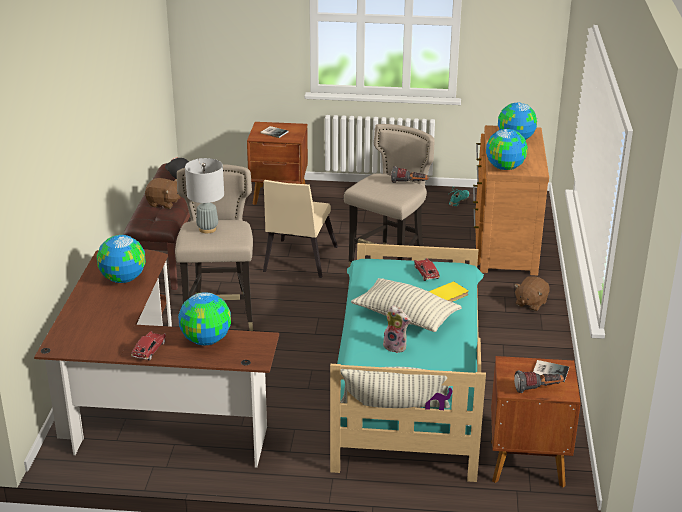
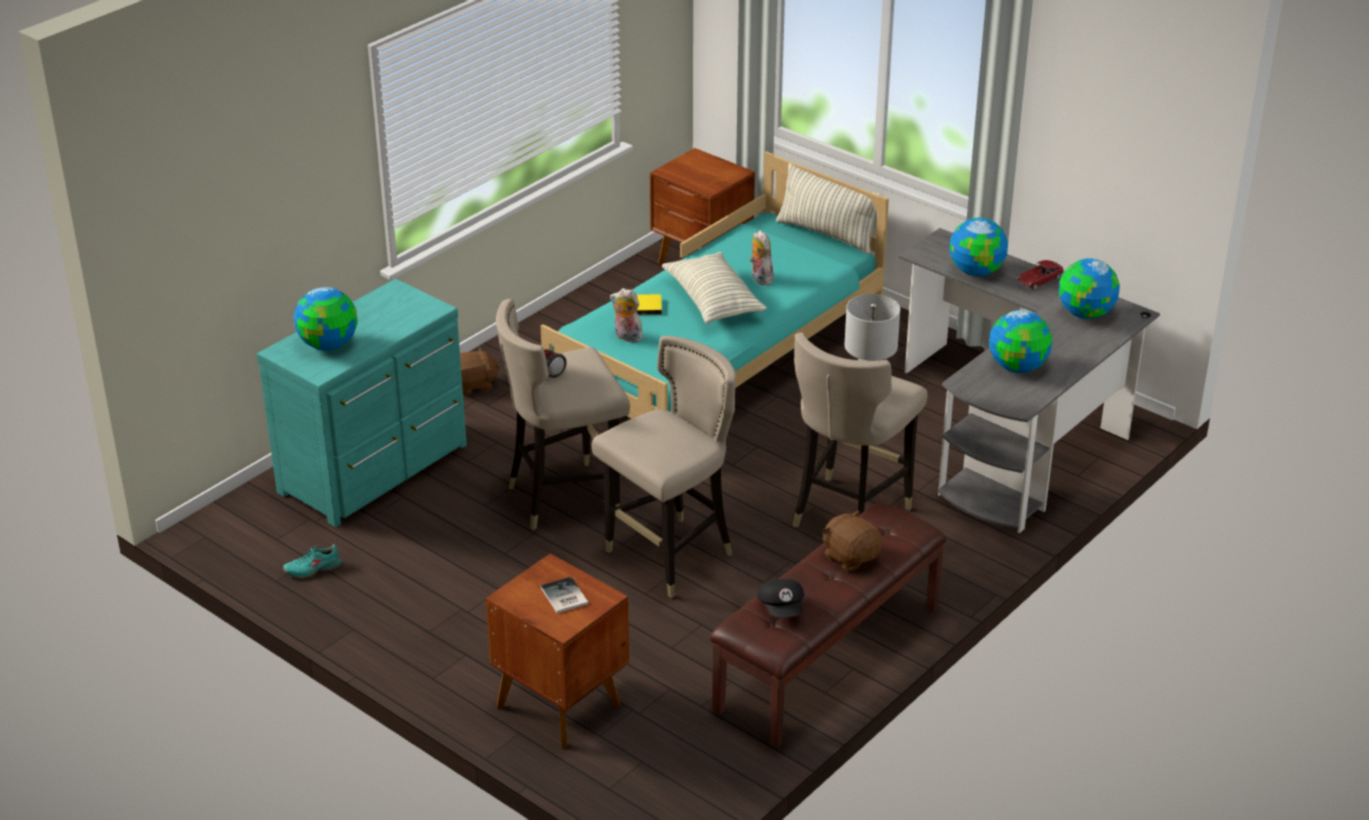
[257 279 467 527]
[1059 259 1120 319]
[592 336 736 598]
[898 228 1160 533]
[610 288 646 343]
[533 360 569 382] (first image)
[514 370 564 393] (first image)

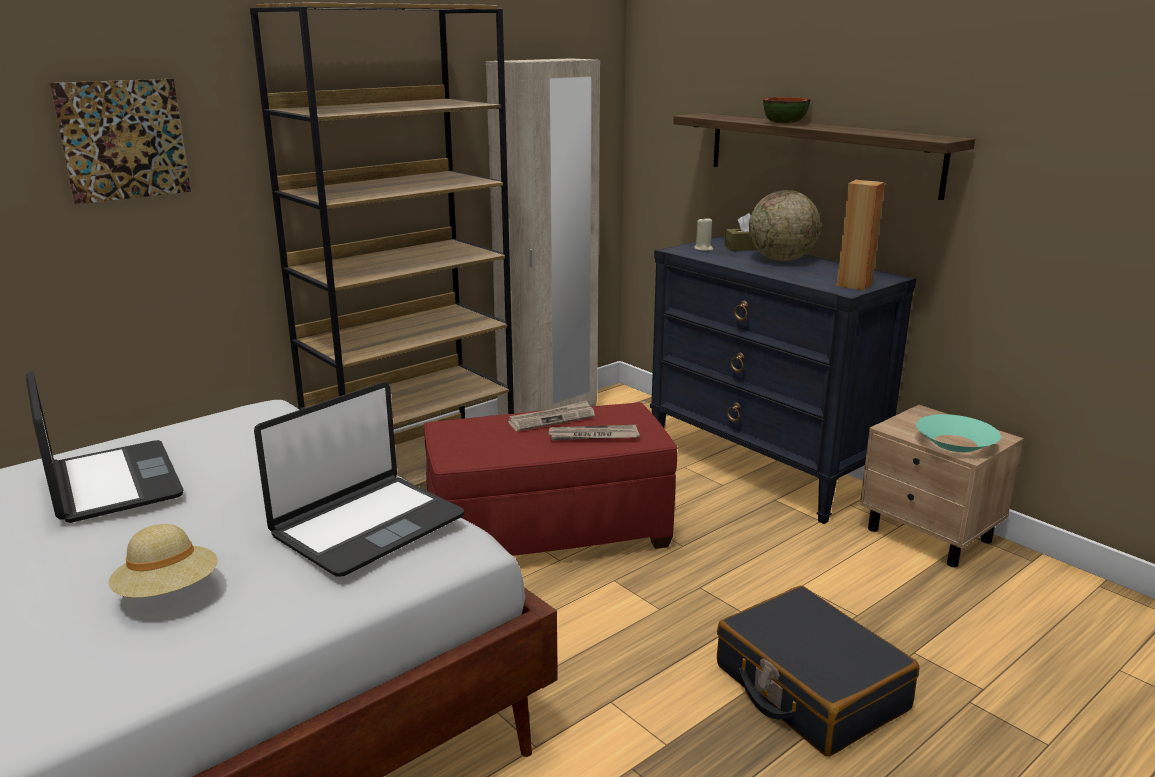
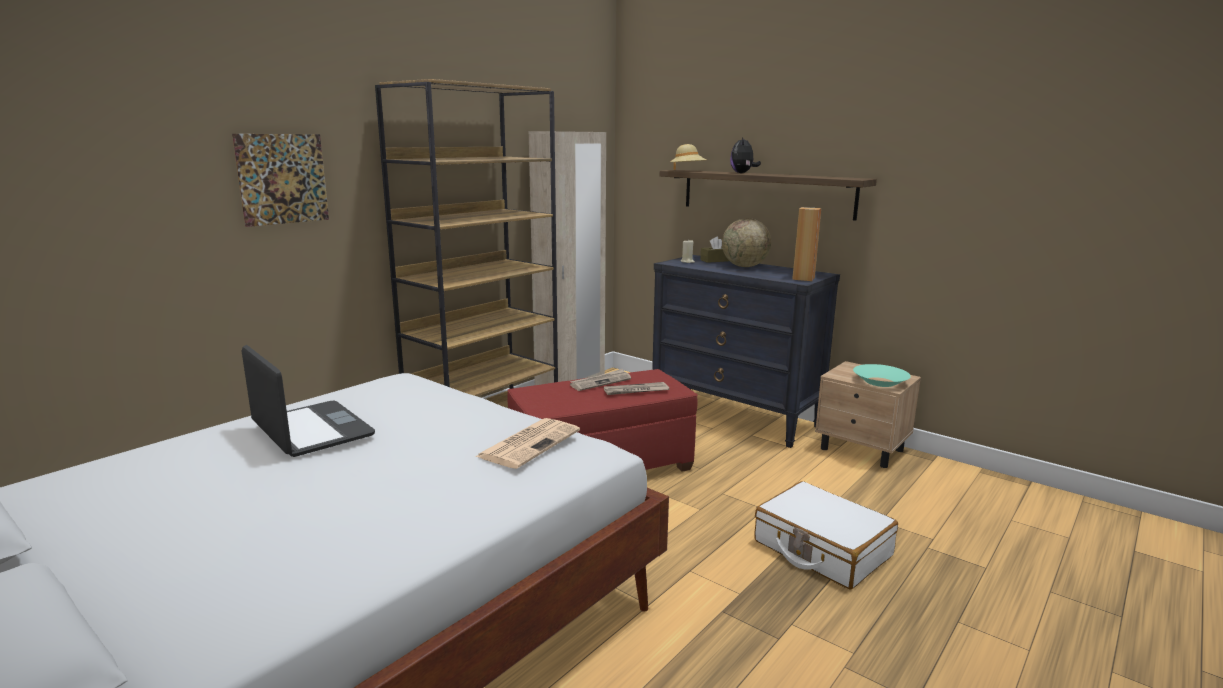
[730 137 761 173]
[475 418 580 469]
[670 144 706 170]
[754 481 898 589]

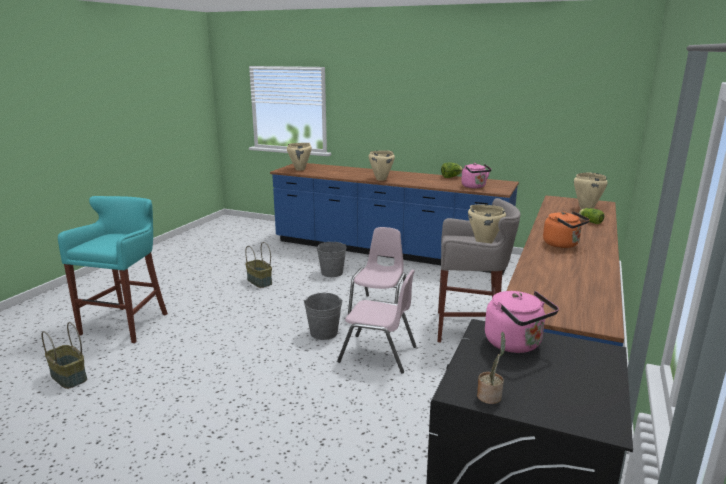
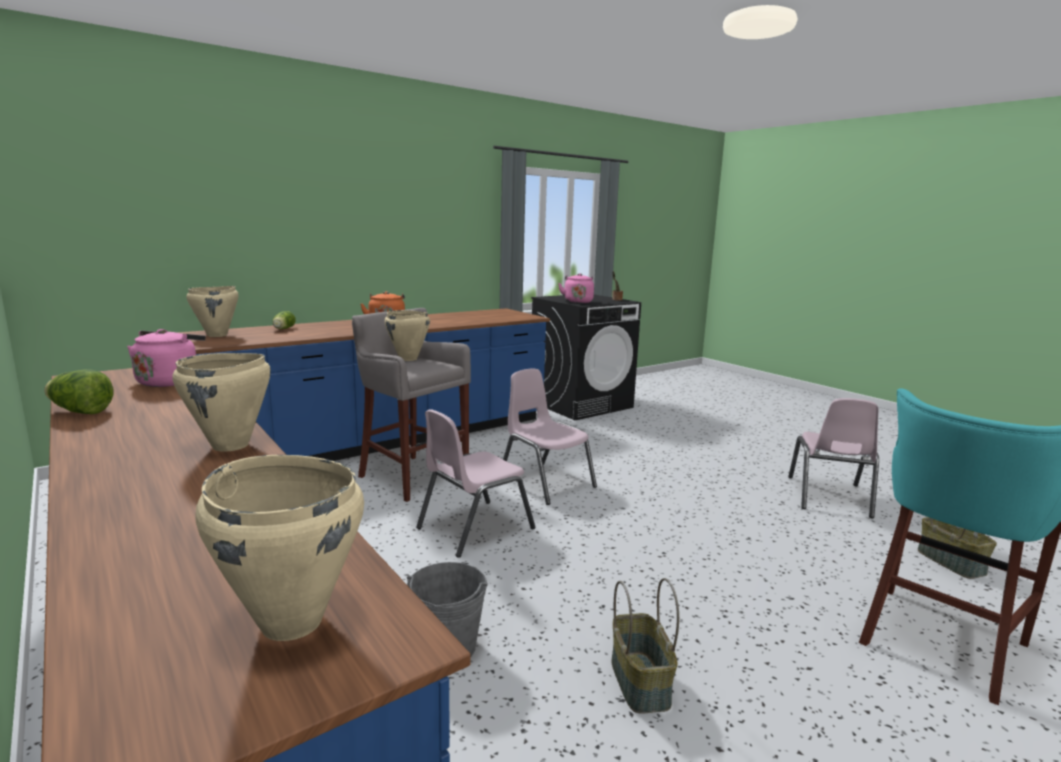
[304 292 343 340] (first image)
[788 398 879 518]

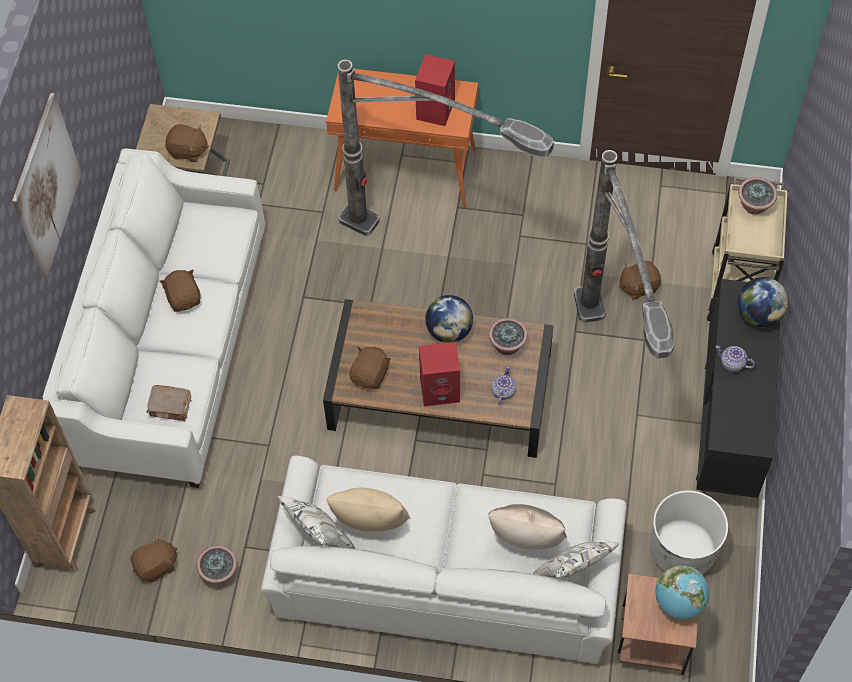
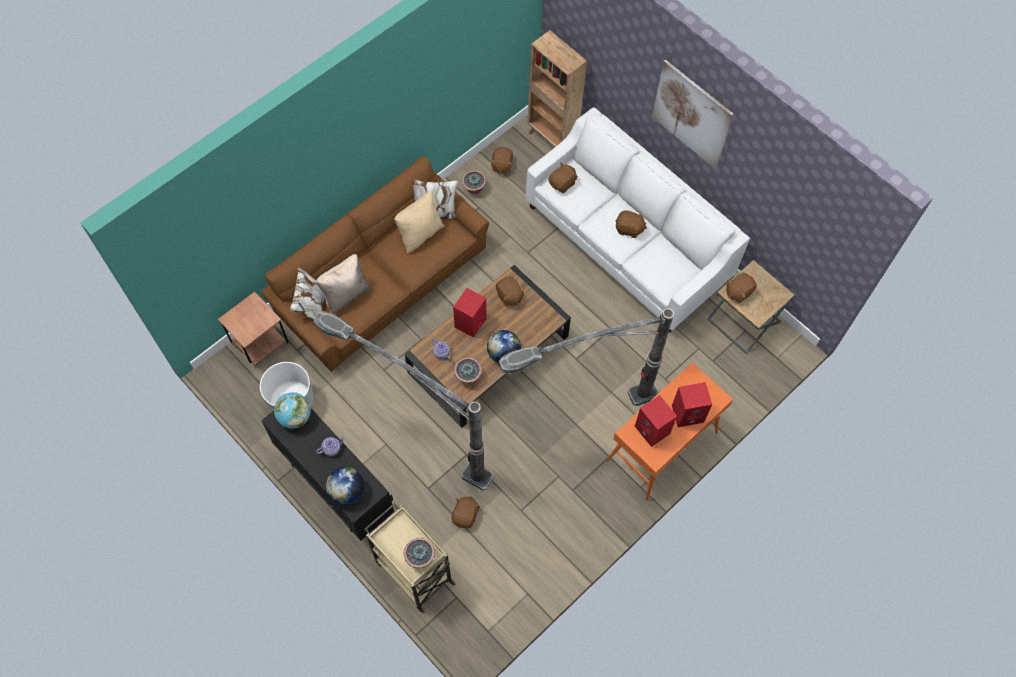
[549 162 578 193]
[261 157 489 372]
[274 393 311 429]
[672 382 712 427]

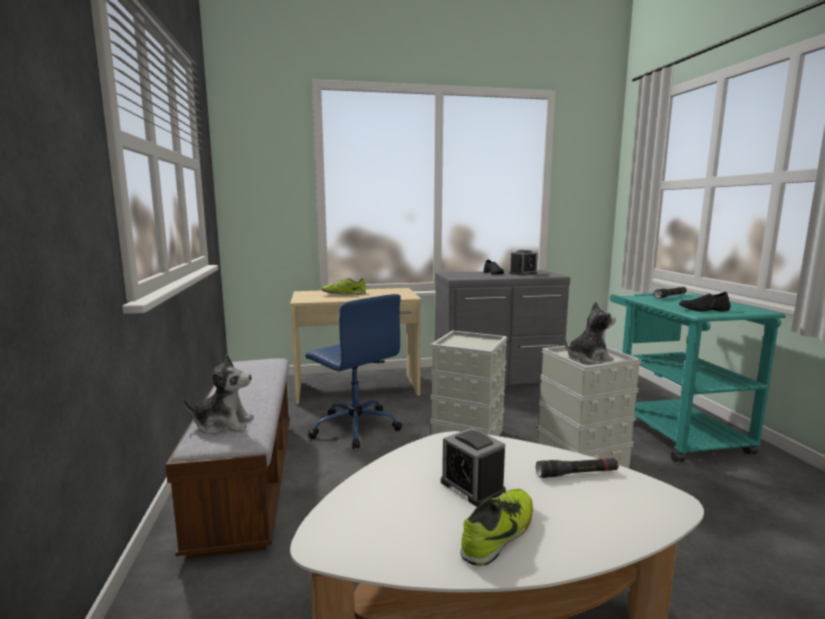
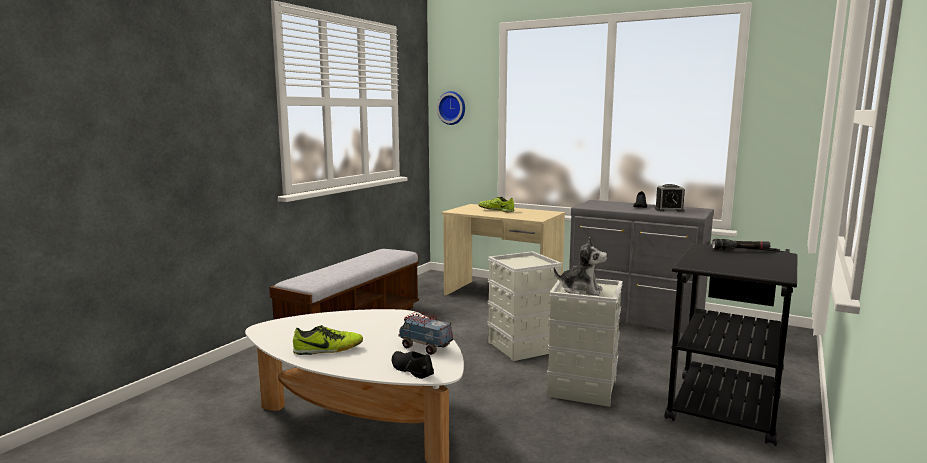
[392 351 434 379]
[664 241 798 446]
[306 294 402 449] (first image)
[183 354 254 435] (first image)
[441 428 506 507] (first image)
[399 311 453 355]
[437 91 465 125]

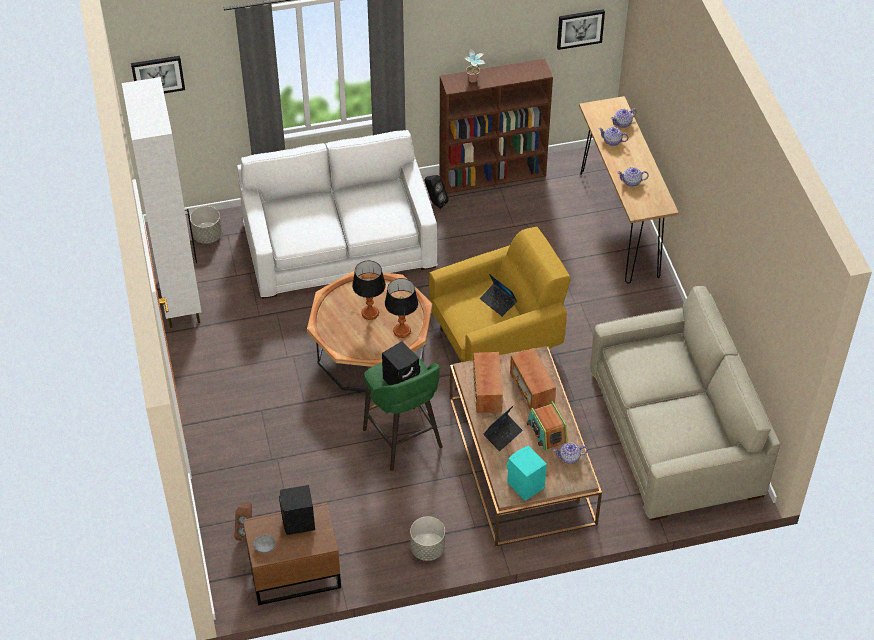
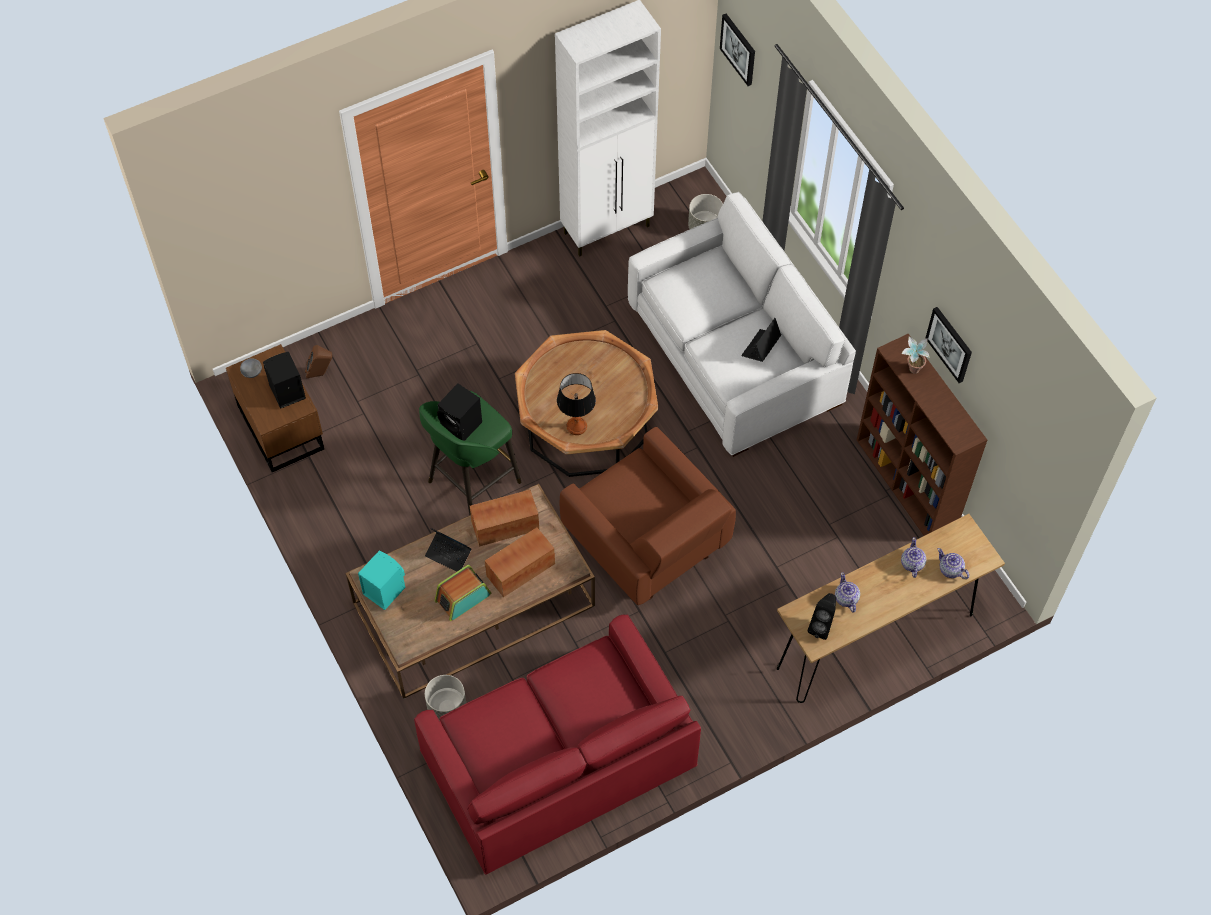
[925 307 972 383]
[808 593 836 640]
[560 427 736 605]
[352 261 386 320] (first image)
[741 318 781 362]
[414 614 701 874]
[553 442 588 464] (first image)
[425 675 466 721]

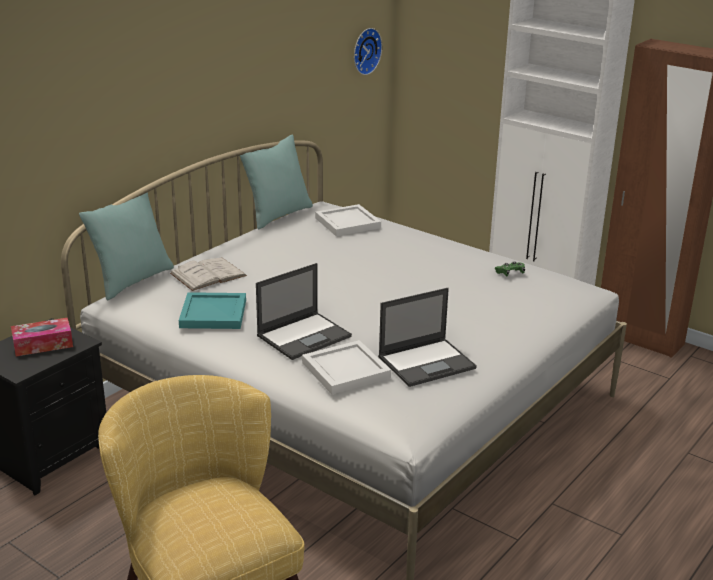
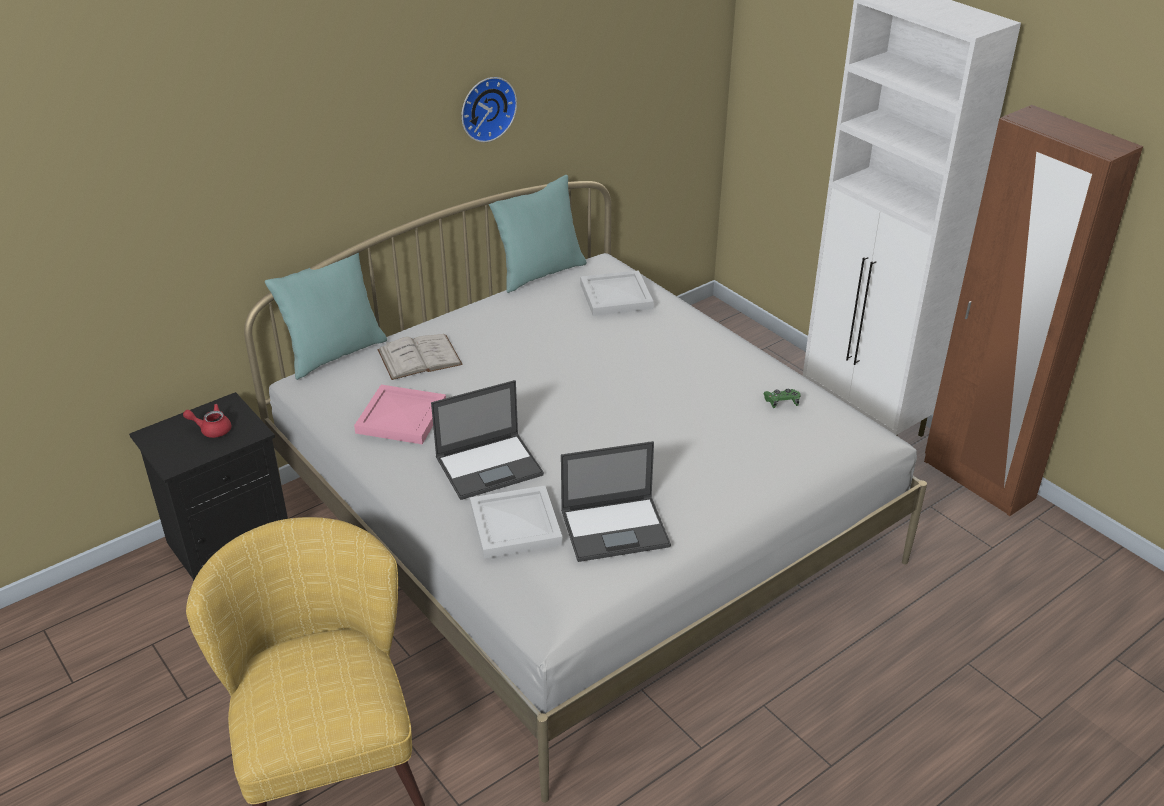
[462 77 517 142]
[354 385 446 444]
[183 404 231 438]

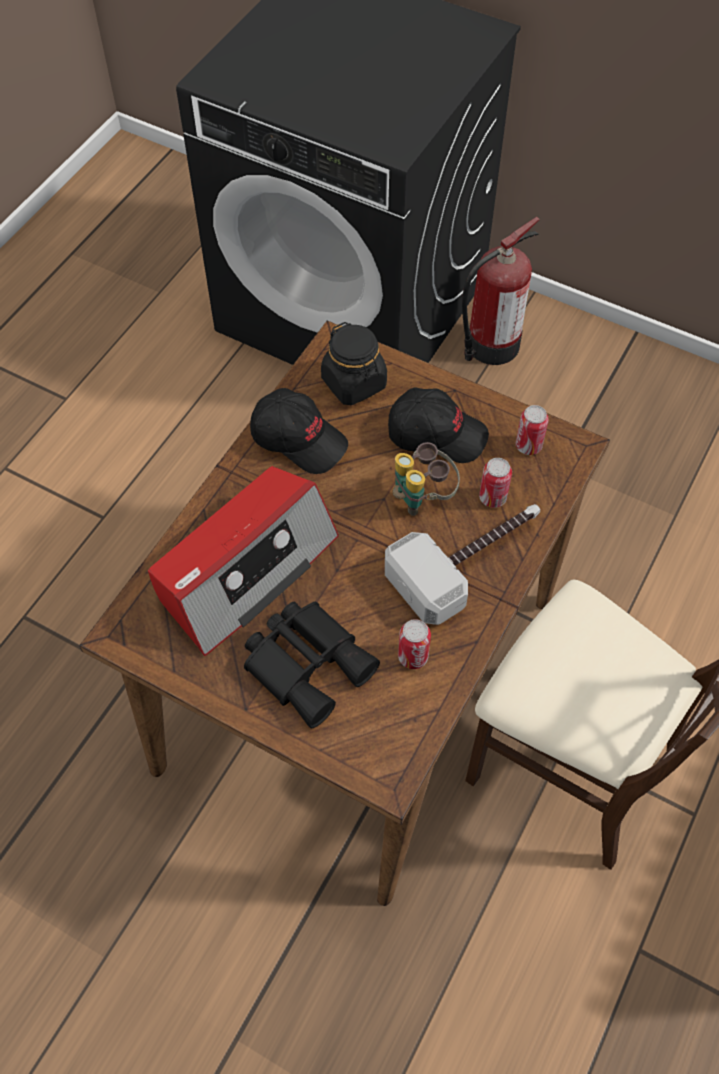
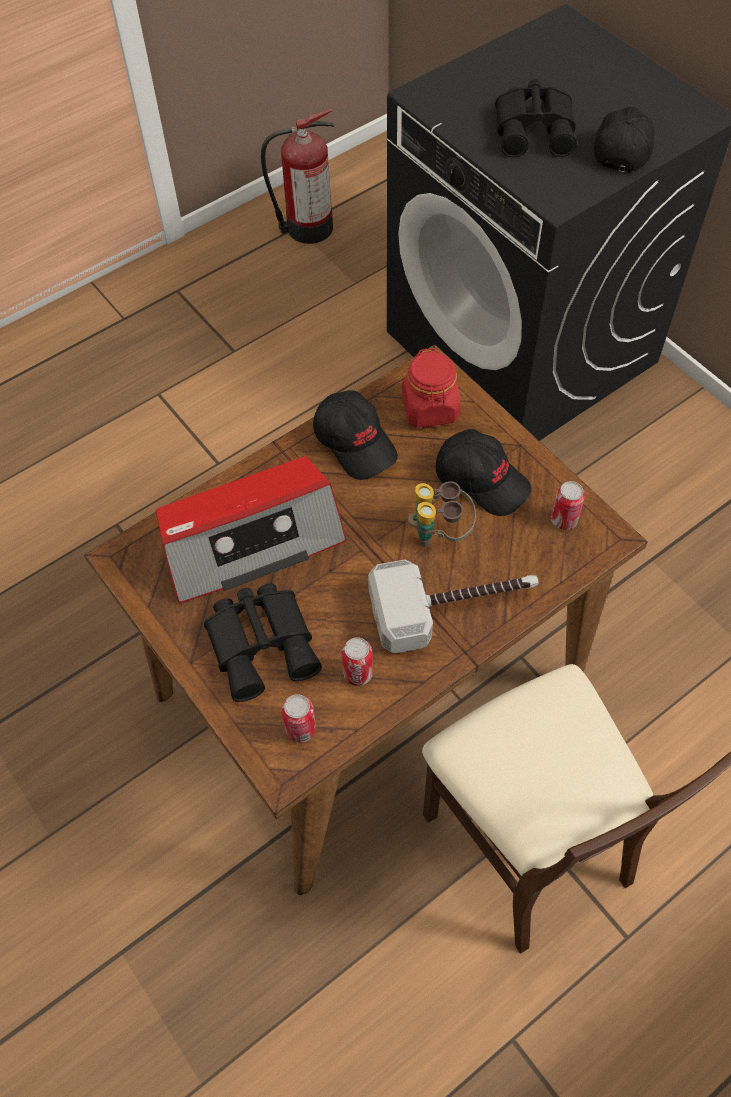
[261 108 334 244]
[402 348 460 428]
[282 694 316 742]
[495 79 577 157]
[594 106 654 172]

